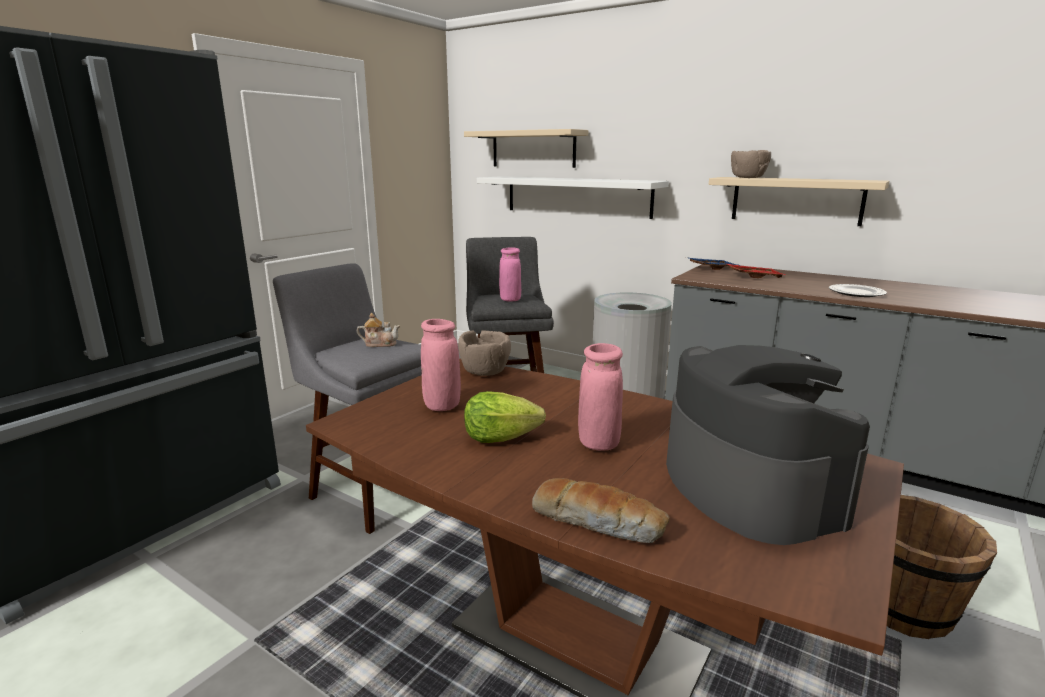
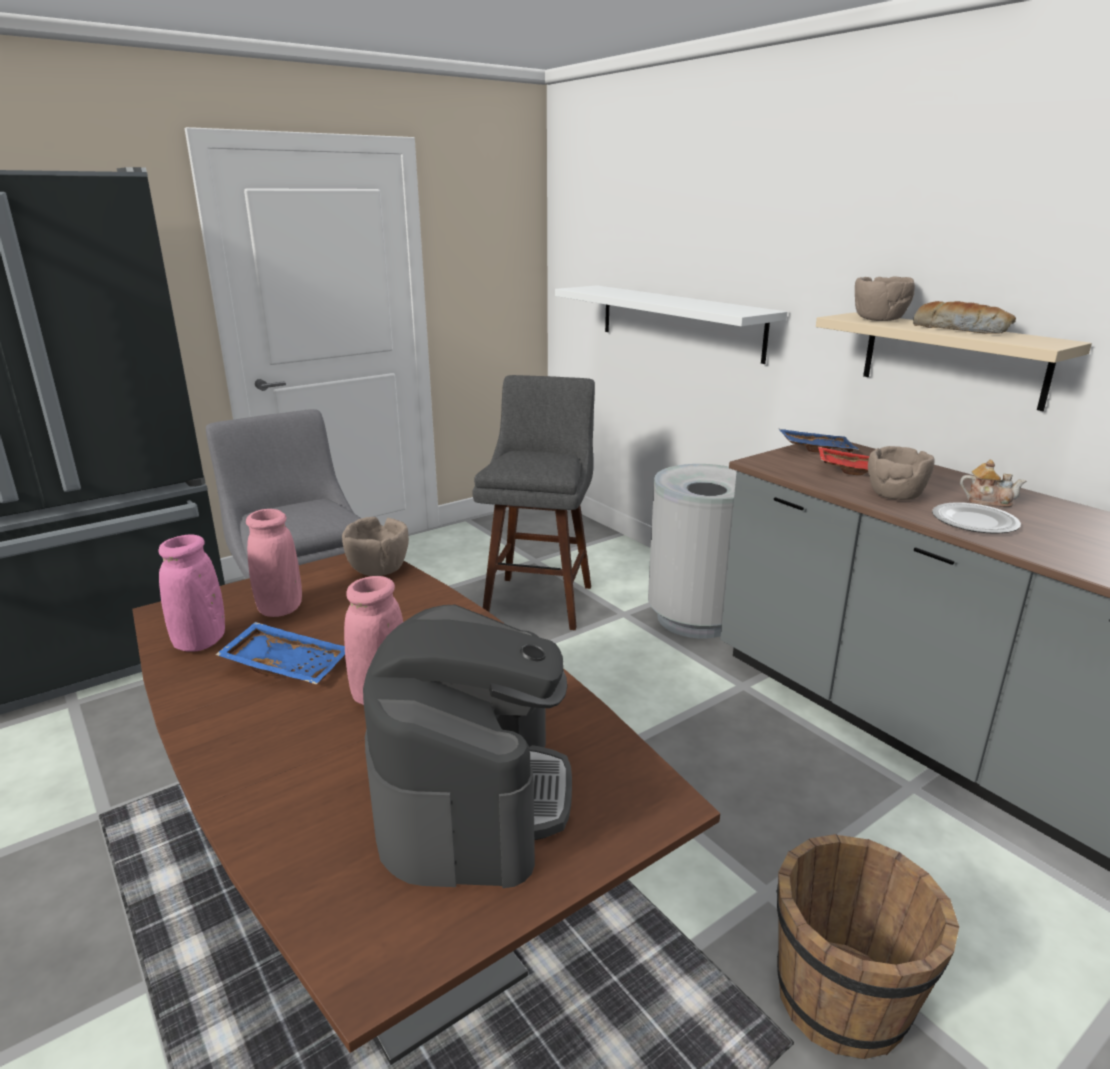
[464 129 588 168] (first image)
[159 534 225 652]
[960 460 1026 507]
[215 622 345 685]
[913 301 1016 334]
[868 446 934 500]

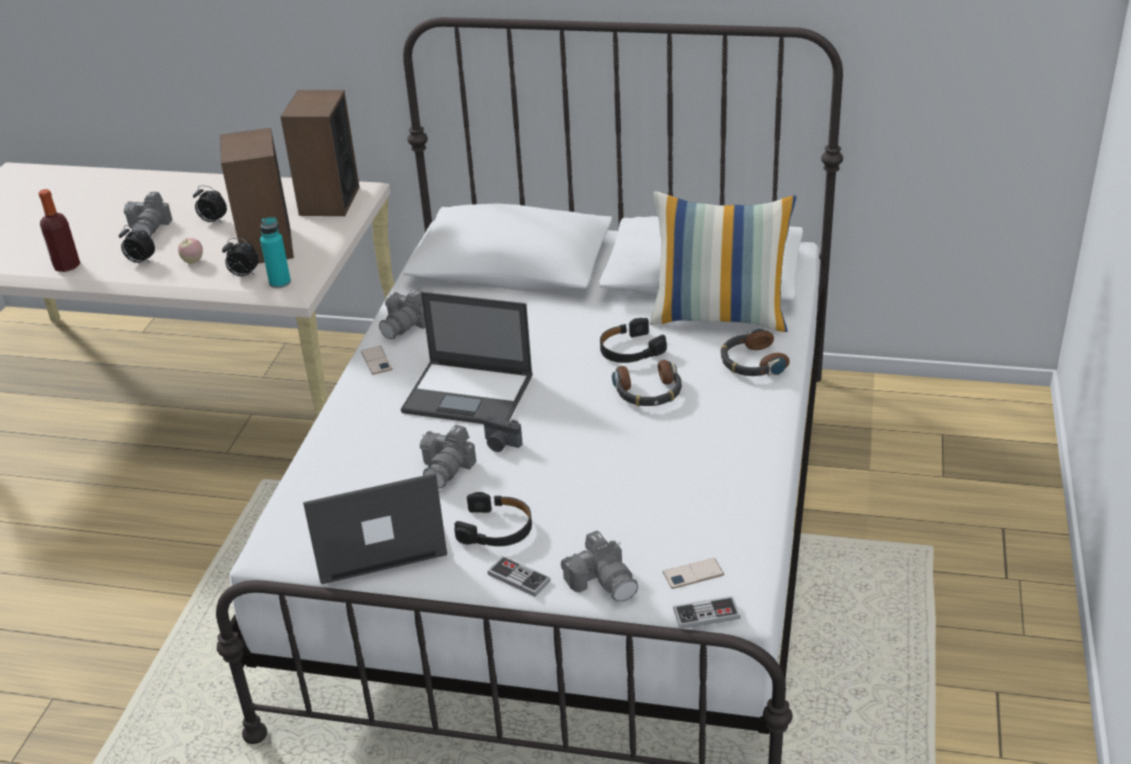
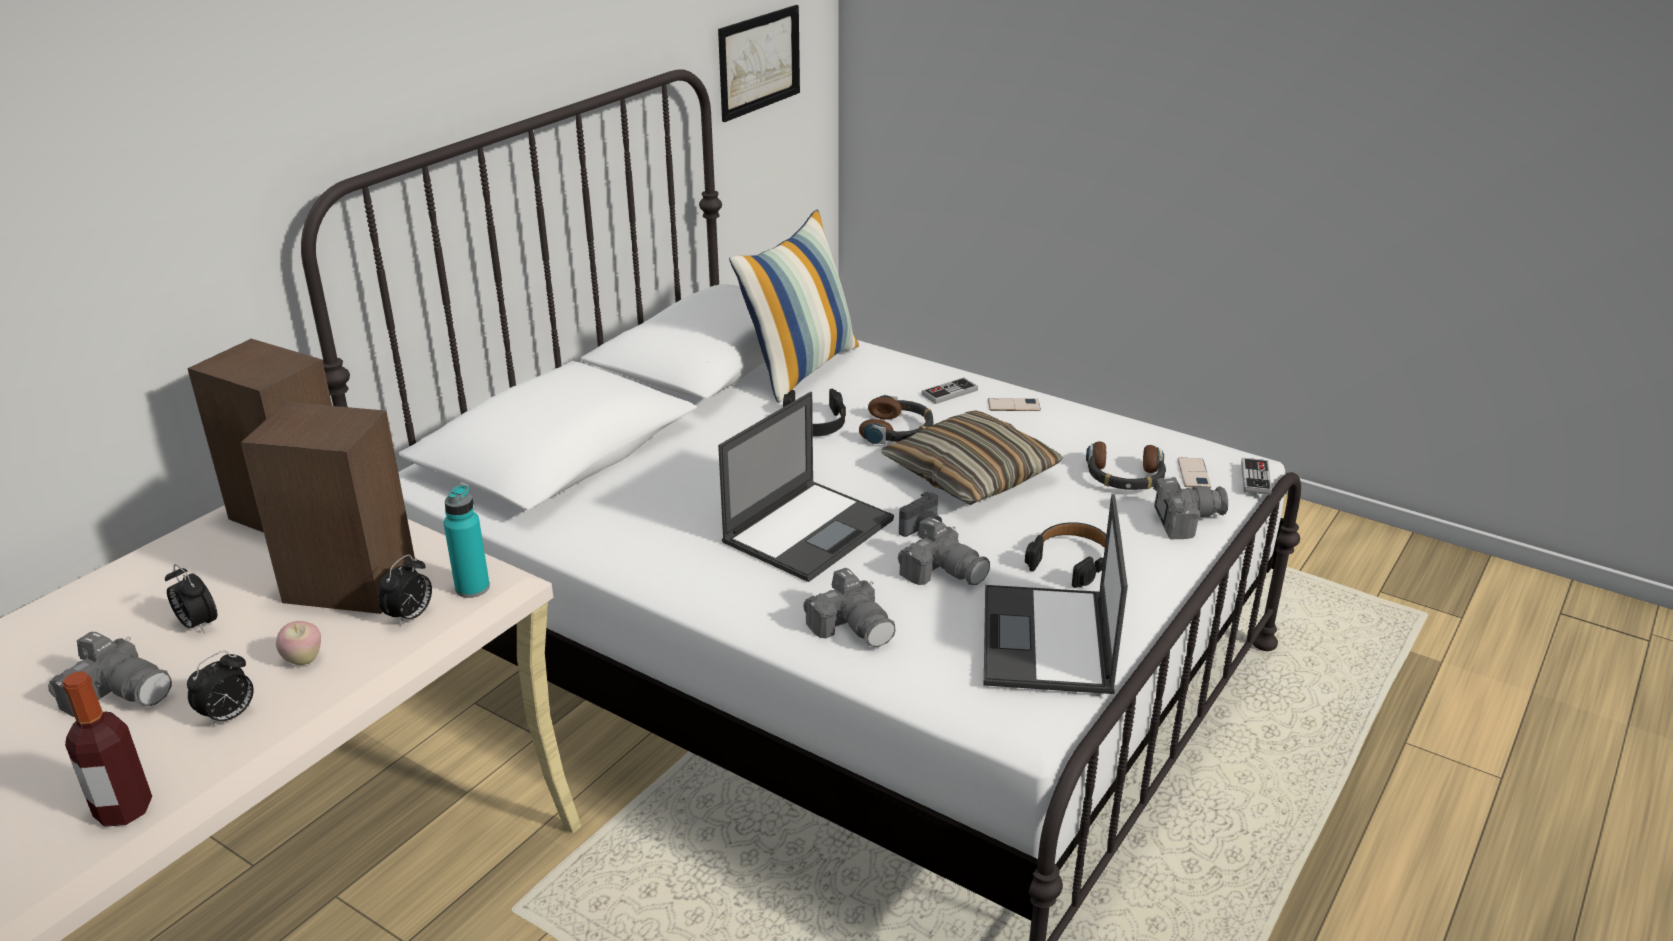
[165 564 217 633]
[803 568 896 647]
[1086 441 1166 490]
[988 398 1041 411]
[921 377 978 404]
[718 5 800 122]
[881 410 1064 505]

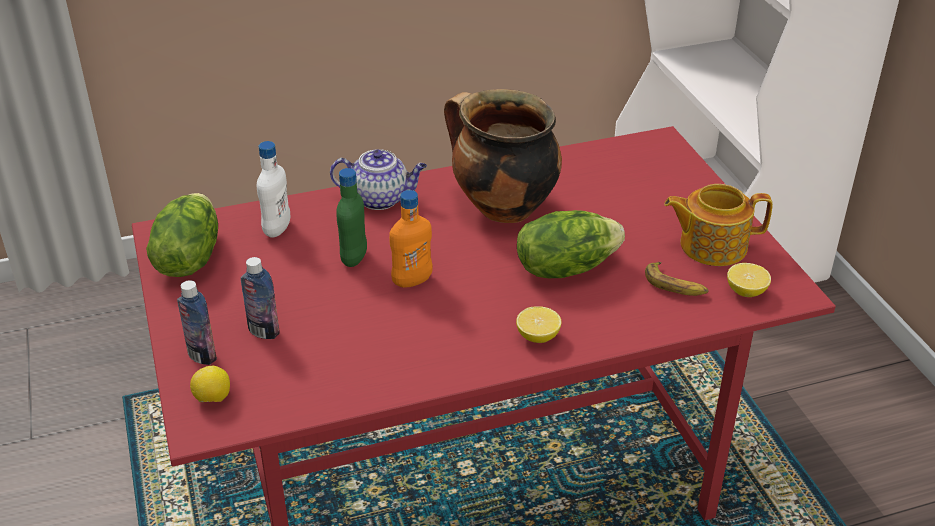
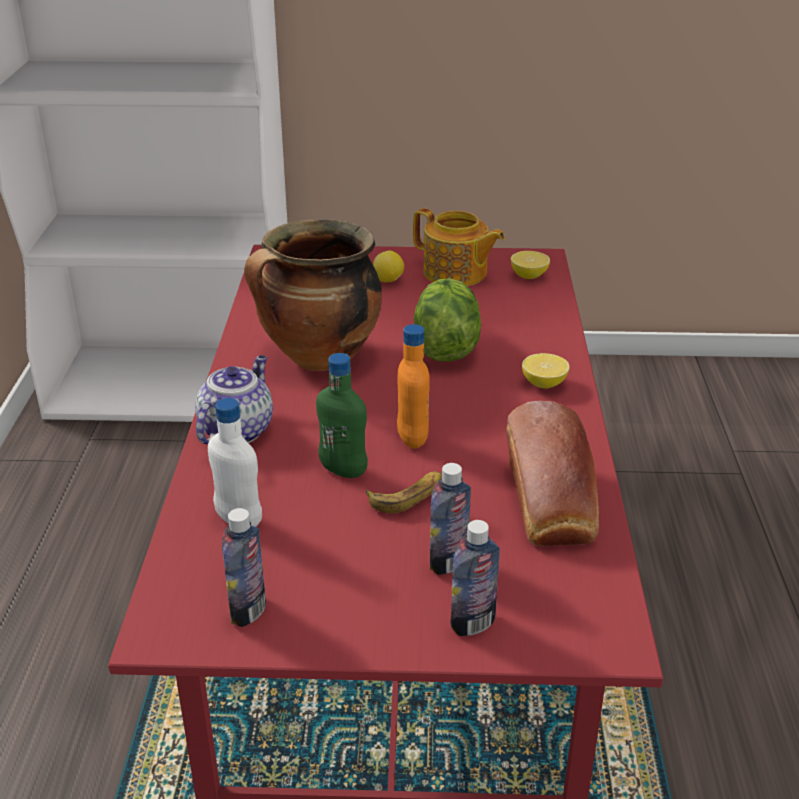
[413 208 505 286]
[222 508 266 627]
[366 471 441 513]
[373 251 404 282]
[506 401 599 546]

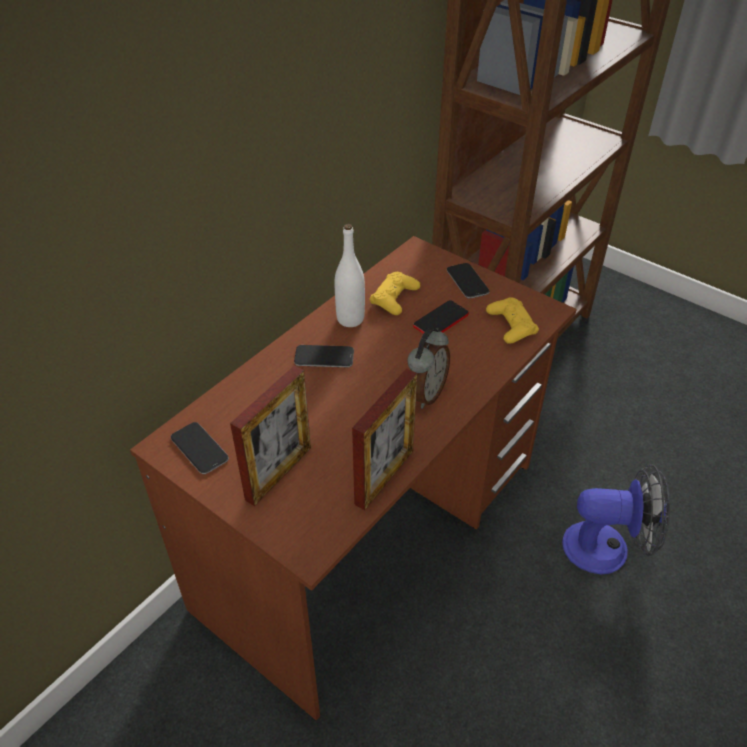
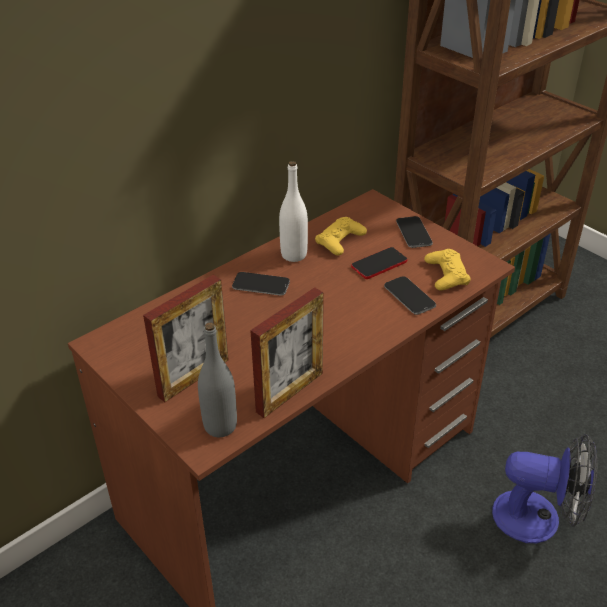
[407 328 450 409] (first image)
[384 276 436 315]
[198 323 237 437]

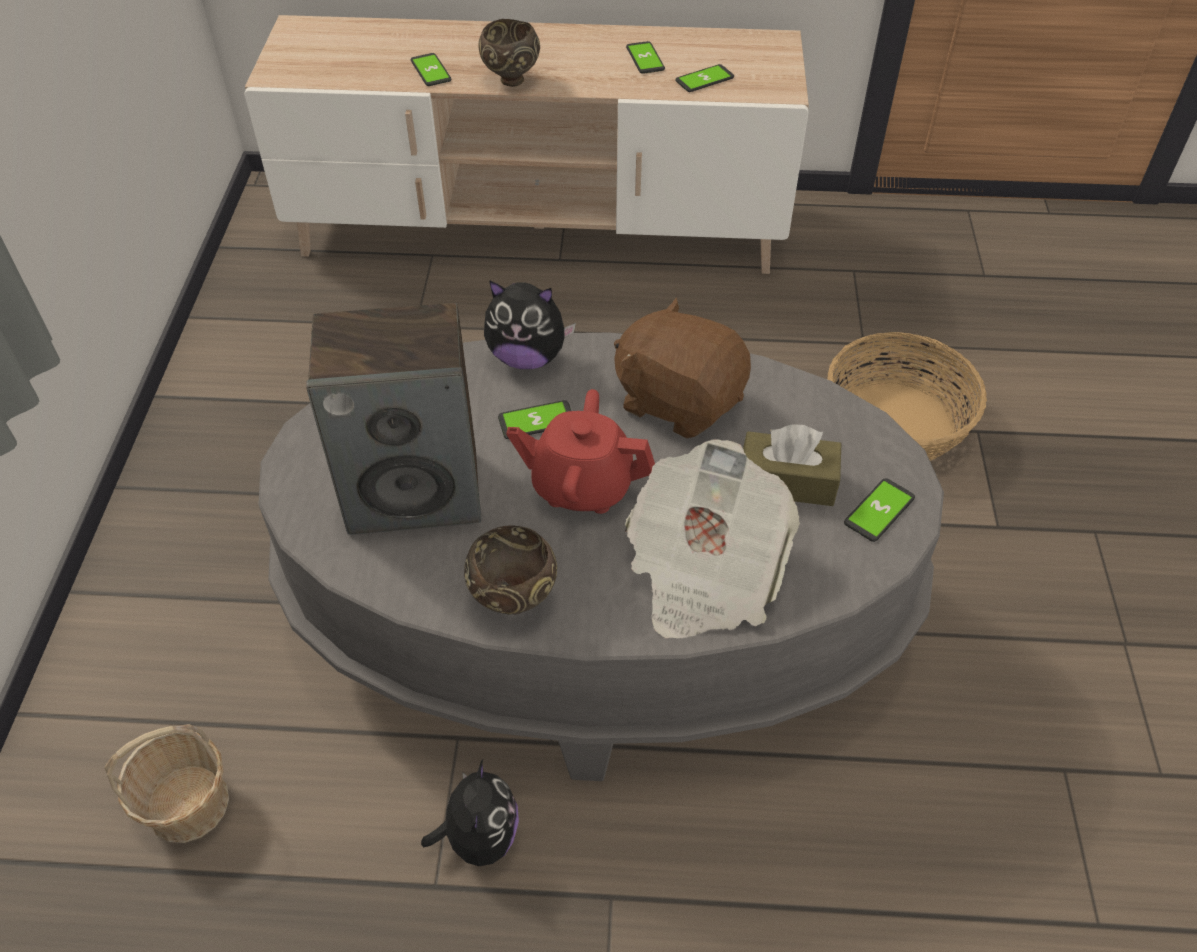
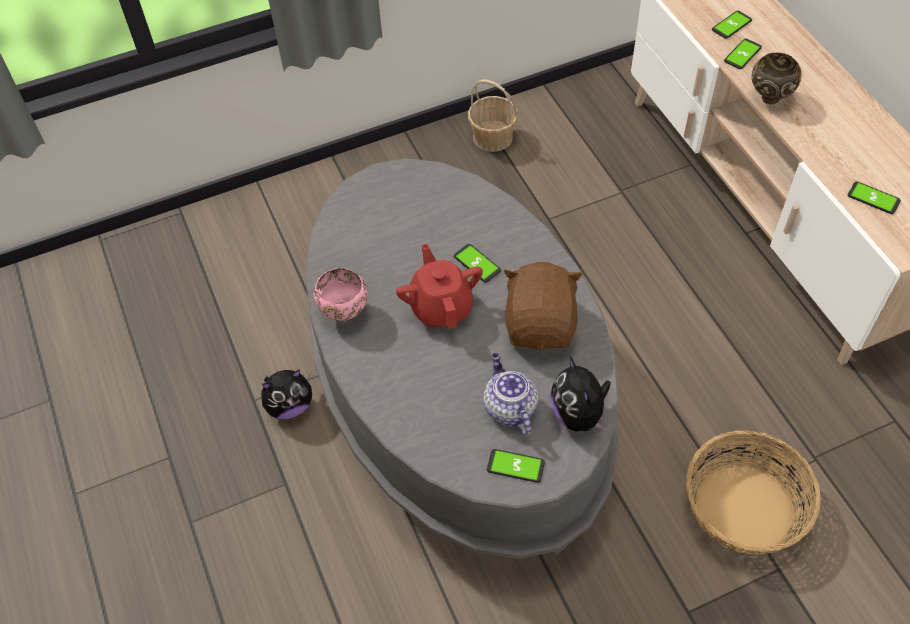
[712 11 752 39]
[550 357 611 432]
[306 303 481 535] (first image)
[483 353 538 435]
[625 439 800 638] (first image)
[314 268 368 321]
[468 79 518 152]

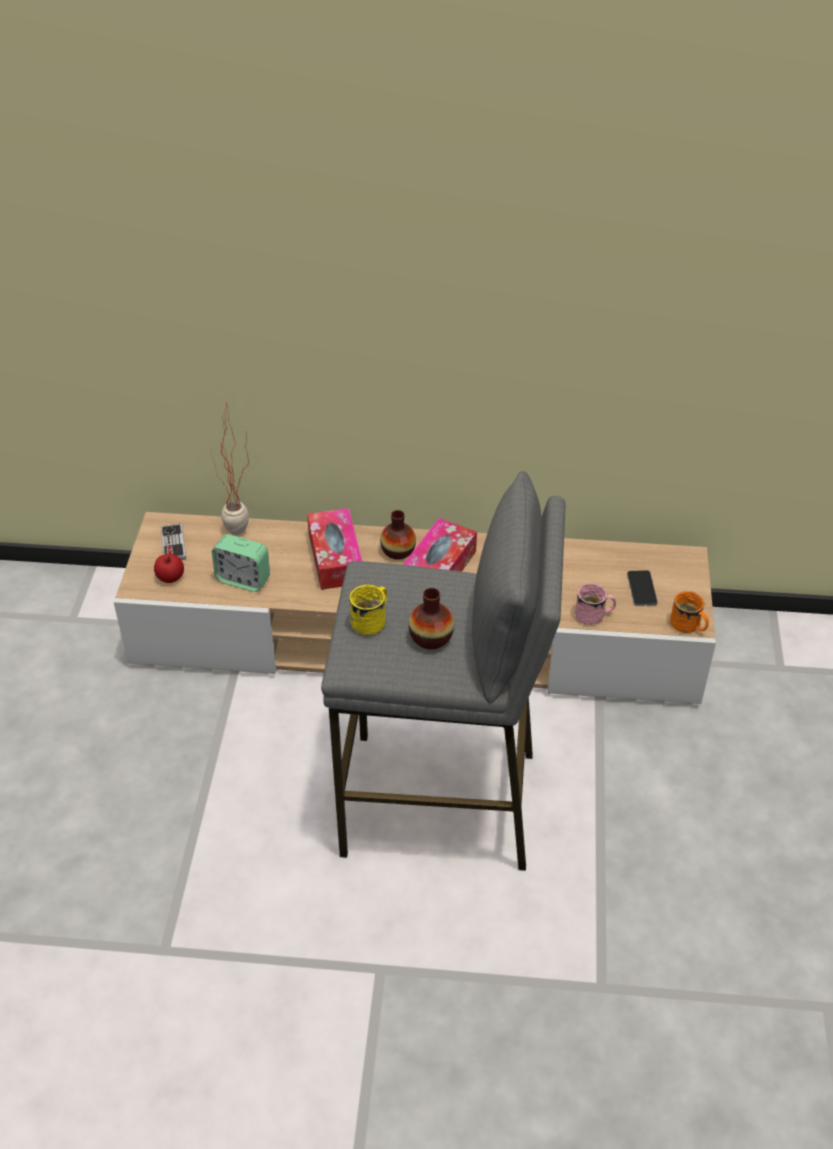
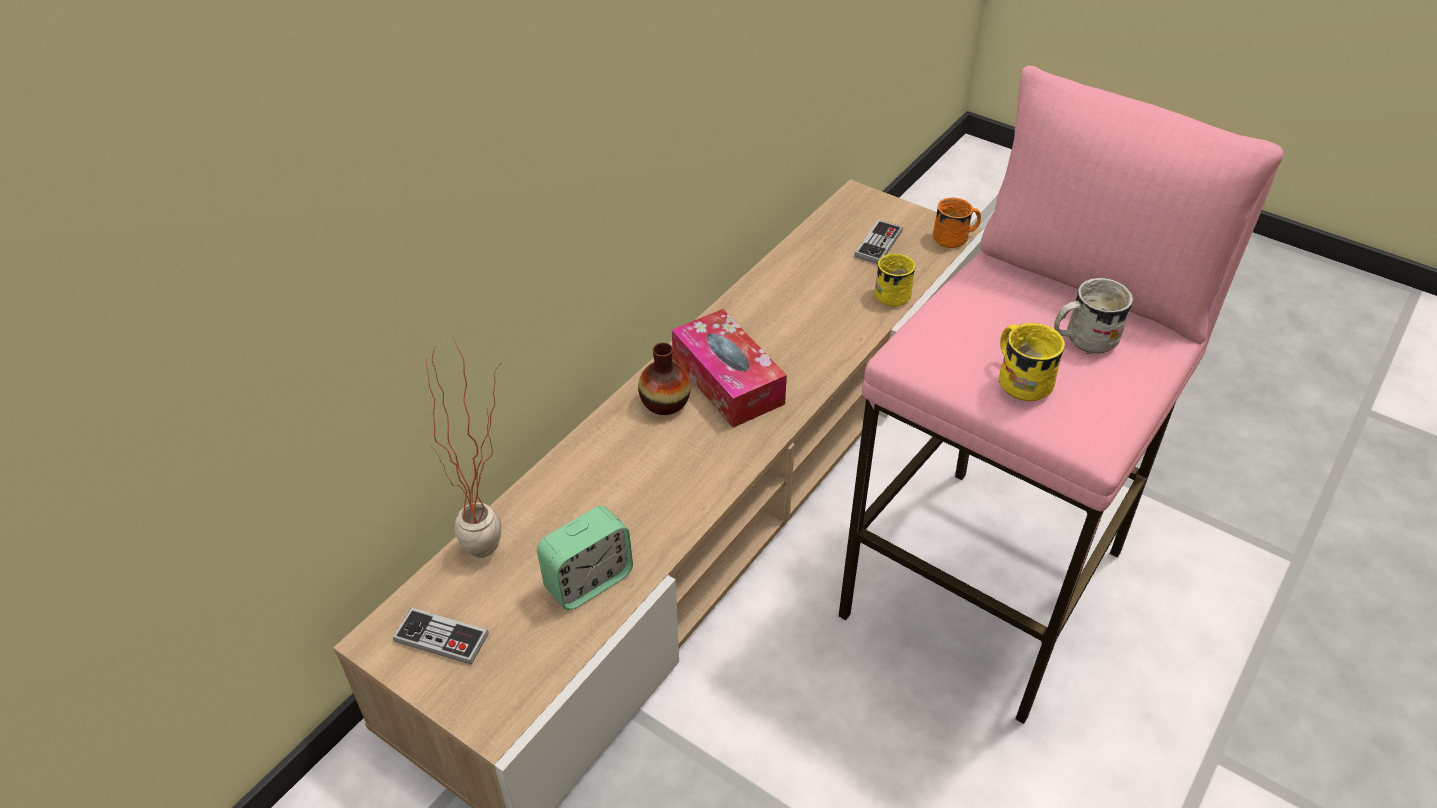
[838 65 1284 724]
[307 508 362 590] (first image)
[154 554 184 583] (first image)
[854 220 903 264]
[875 253 916 307]
[1054 278 1133 354]

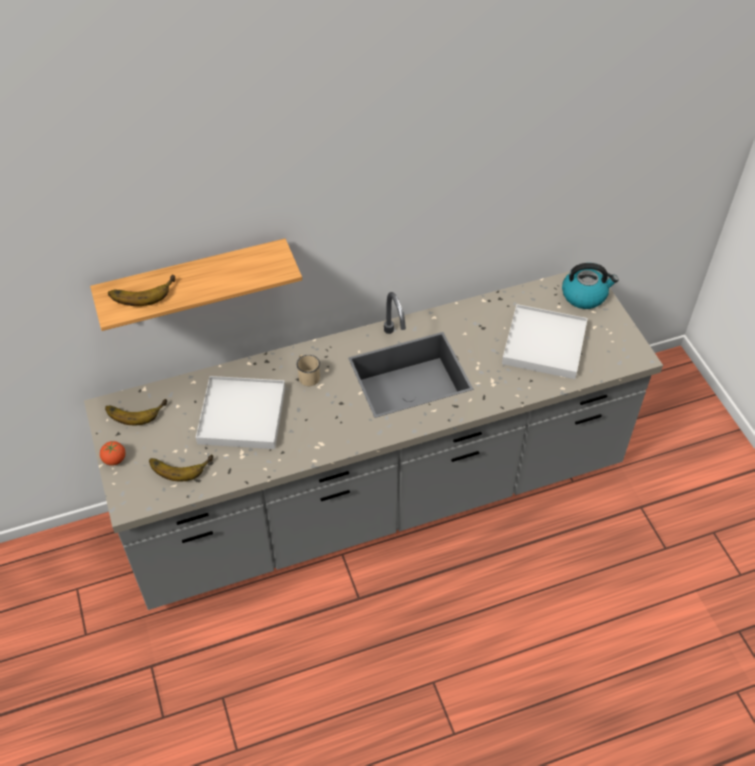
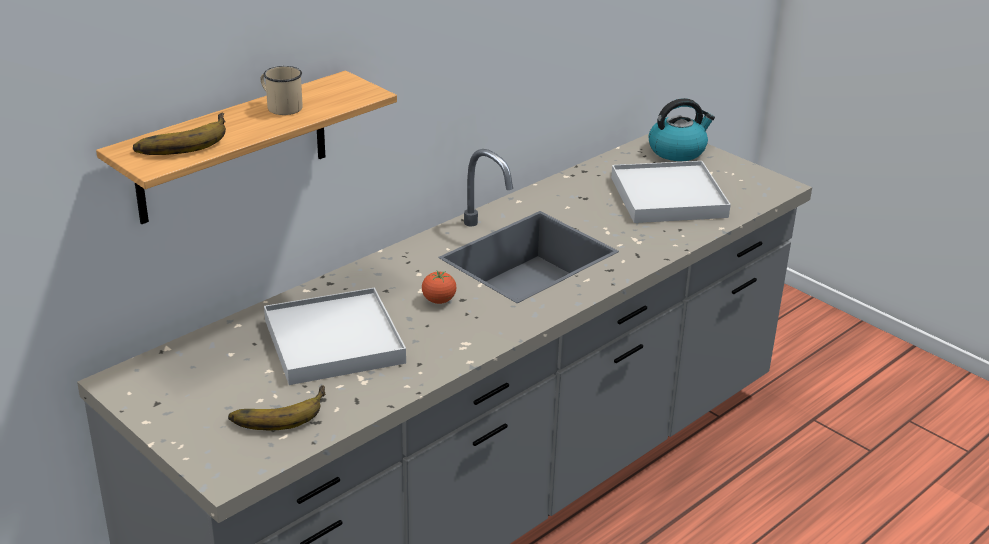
[261 66 303 115]
[105 399 167 425] (first image)
[422 270 456 304]

